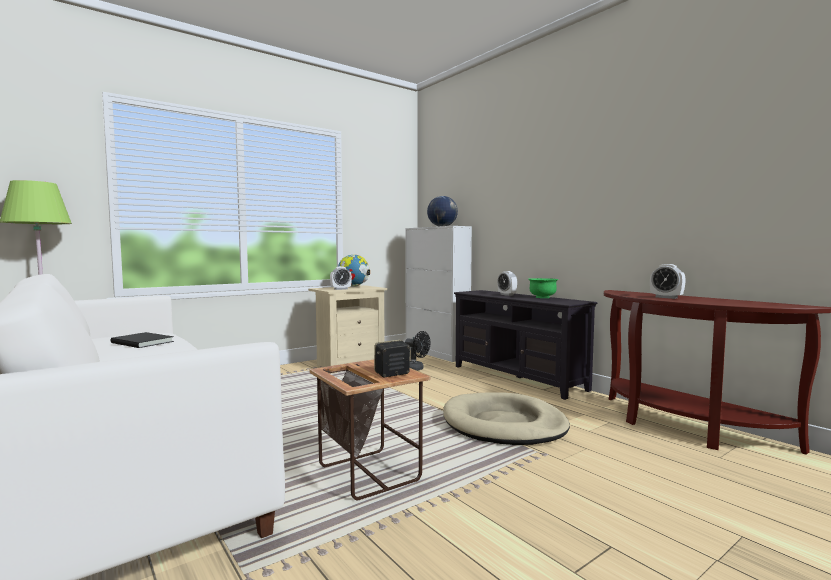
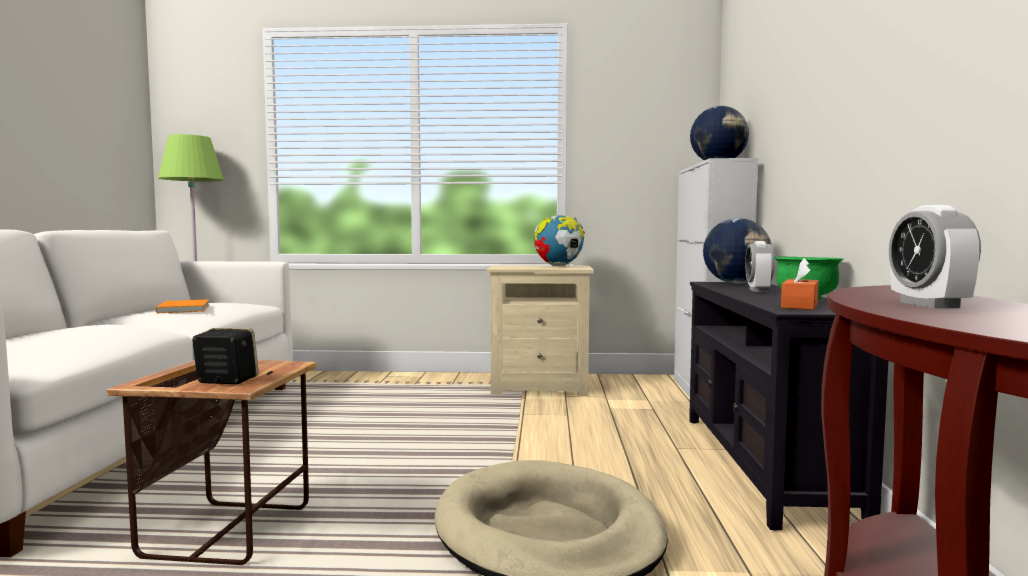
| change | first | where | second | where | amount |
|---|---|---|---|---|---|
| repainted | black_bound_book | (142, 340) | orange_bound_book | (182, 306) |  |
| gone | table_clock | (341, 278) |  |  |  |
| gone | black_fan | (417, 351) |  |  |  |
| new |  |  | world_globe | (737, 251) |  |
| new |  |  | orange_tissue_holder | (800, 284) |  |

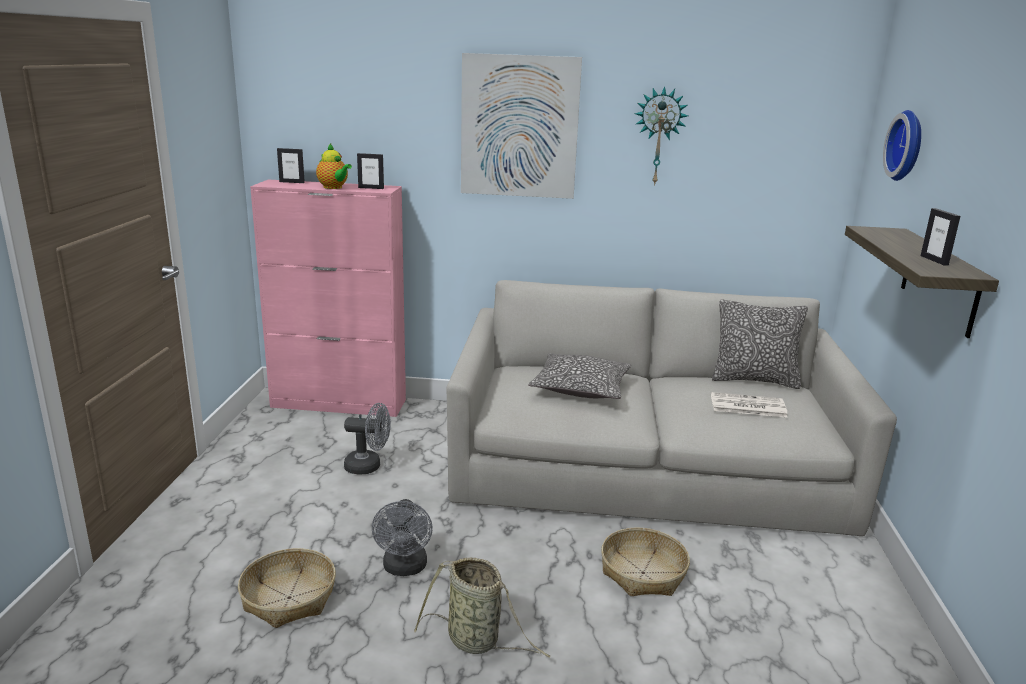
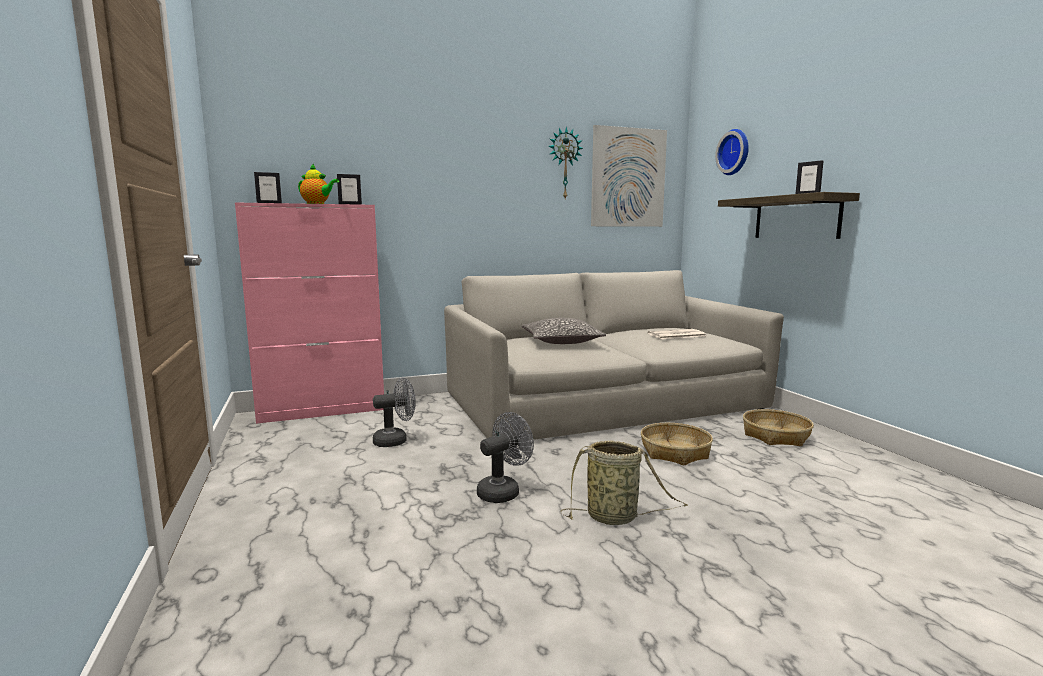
| change | first | where | second | where | amount |
|---|---|---|---|---|---|
| shifted | household_basket | (287, 588) |  | (778, 427) |  |
| rotated | greyish_fan | (402, 537) |  | (505, 457) | 105 degrees counterclockwise |
| shifted | wall_art | (521, 126) |  | (629, 176) |  |
| gone | pillow | (760, 344) |  |  |  |

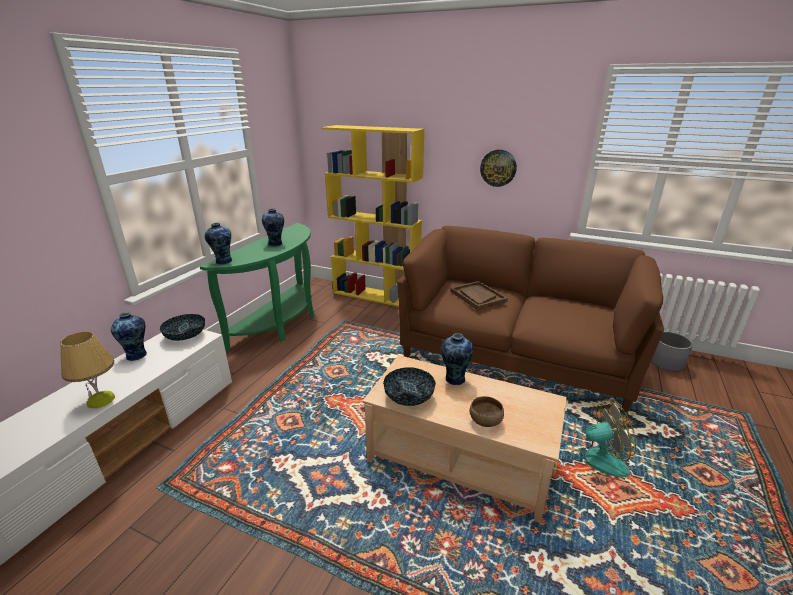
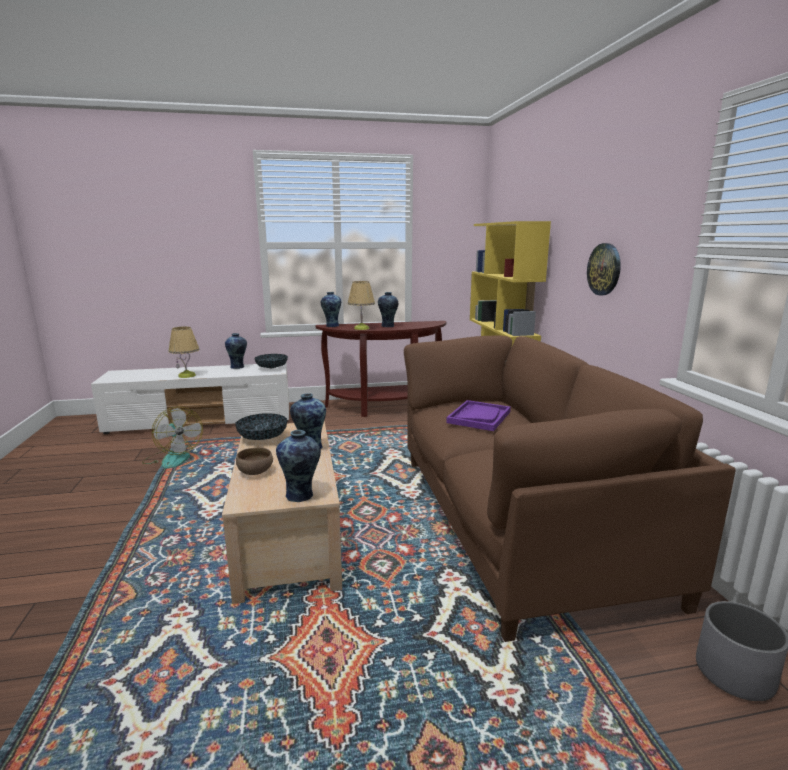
| change | first | where | second | where | amount |
|---|---|---|---|---|---|
| repainted | green_console_table | (257, 287) | brown-coloured_console_table | (381, 369) |  |
| repainted | brown-coloured_serving_tray | (479, 295) | purple-coloured_serving_tray | (478, 415) |  |
| shifted | fan | (600, 441) |  | (172, 438) |  |
| new |  |  | vase | (298, 466) |  |
| new |  |  | tabletop_lamp | (361, 305) |  |

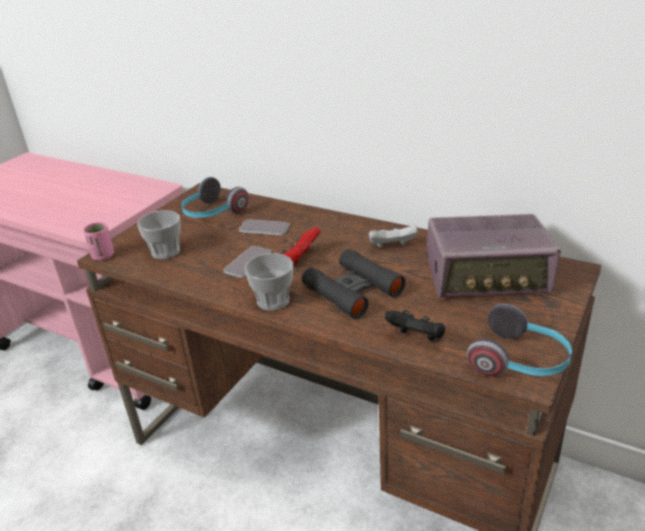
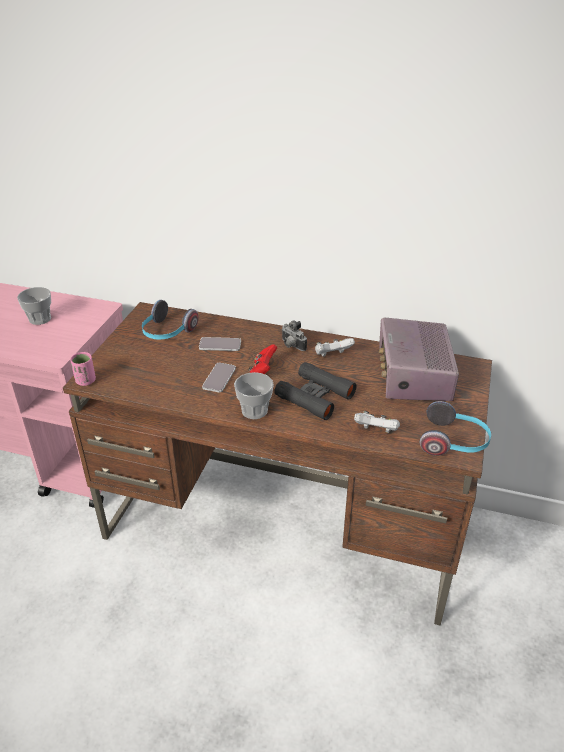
| change | first | where | second | where | amount |
|---|---|---|---|---|---|
| shifted | small_cup | (159, 234) |  | (34, 306) |  |
| repainted | black_joypad | (415, 325) | white_joypad | (377, 422) |  |
| rotated | radio | (493, 256) |  | (419, 359) | 105 degrees clockwise |
| new |  |  | still_camera | (294, 335) |  |

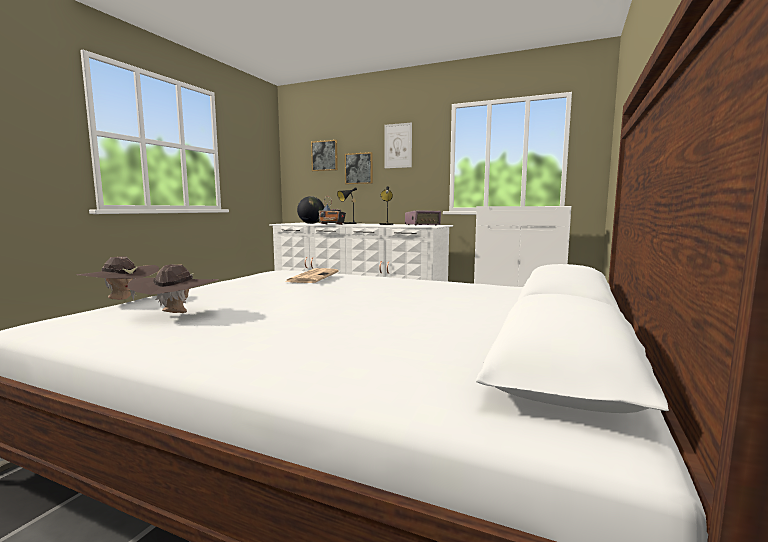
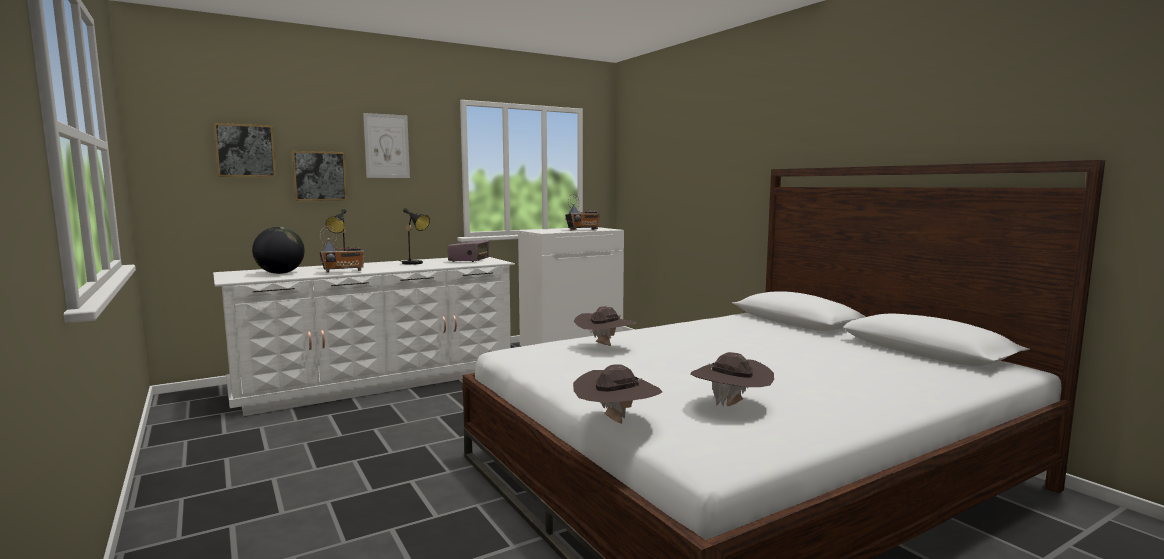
| change | first | where | second | where | amount |
|---|---|---|---|---|---|
| swapped | printed_paper | (311, 275) | brown-coloured_clothing_hat | (605, 326) |  |
| new |  |  | radio | (582, 212) |  |

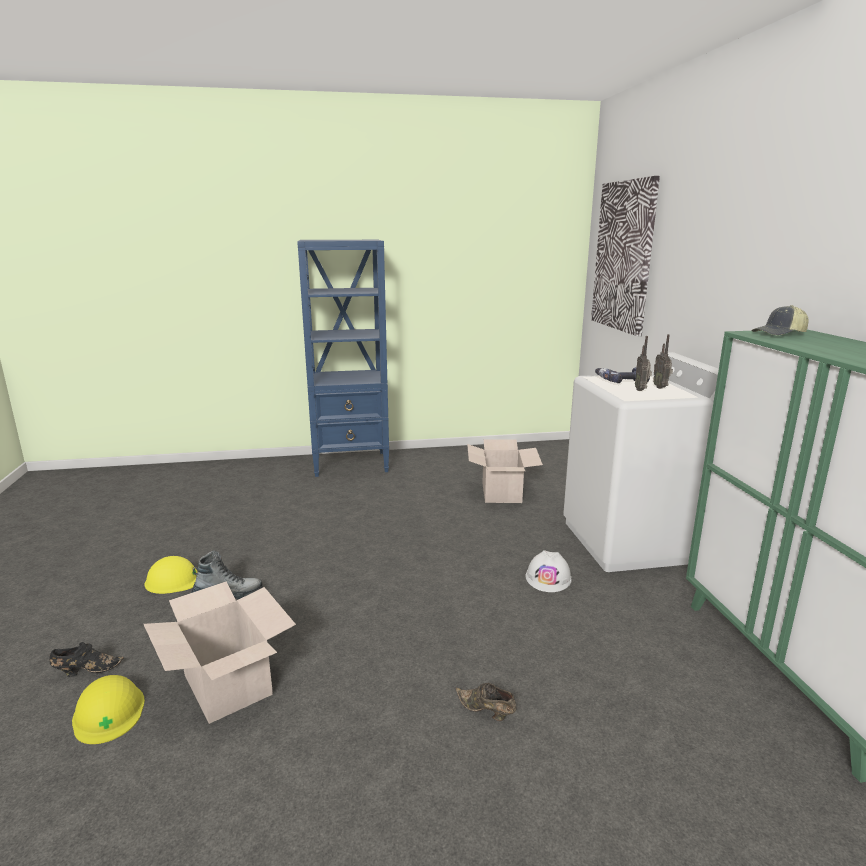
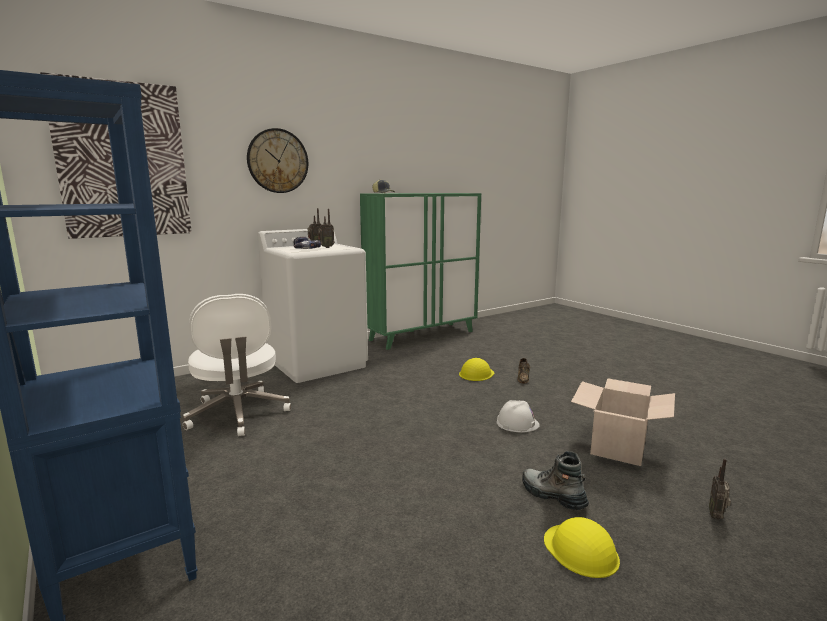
| change | first | where | second | where | amount |
|---|---|---|---|---|---|
| swapped | black_shoe | (86, 659) | radio | (720, 488) |  |
| shifted | yellow-coloured_work_helmet | (108, 709) |  | (476, 369) |  |
| swapped | cardboard_box | (505, 471) | white_desk_chair | (237, 365) |  |
| shifted | white_work_helmet | (549, 571) |  | (518, 416) |  |
| new |  |  | clock_on_the_wall | (277, 160) |  |

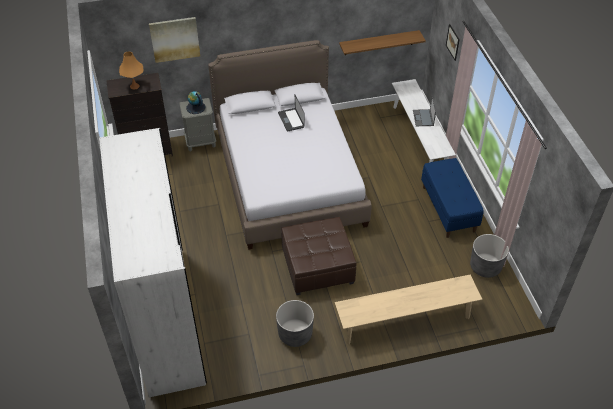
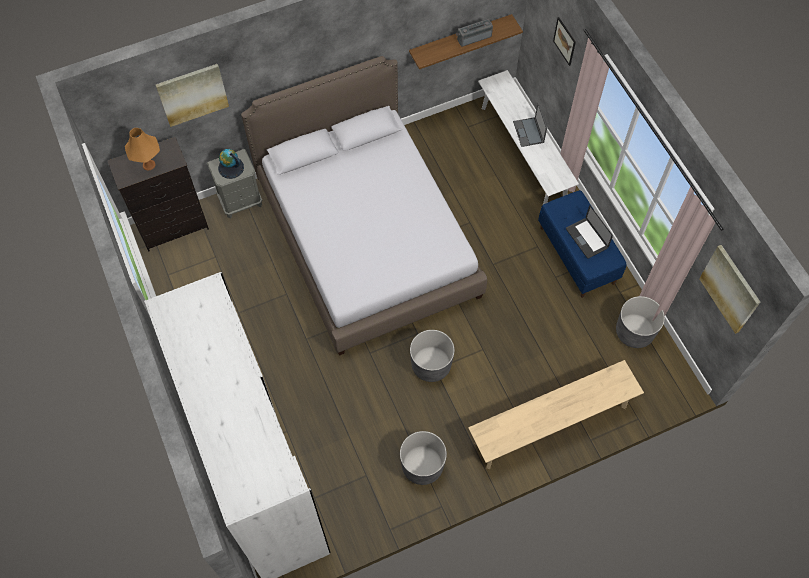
| change | first | where | second | where | amount |
|---|---|---|---|---|---|
| shifted | laptop | (291, 113) |  | (589, 232) |  |
| swapped | brown-coloured_pouffe | (319, 256) | greyish_flower_pot | (432, 356) |  |
| new |  |  | radio | (474, 33) |  |
| new |  |  | wall_art | (729, 289) |  |

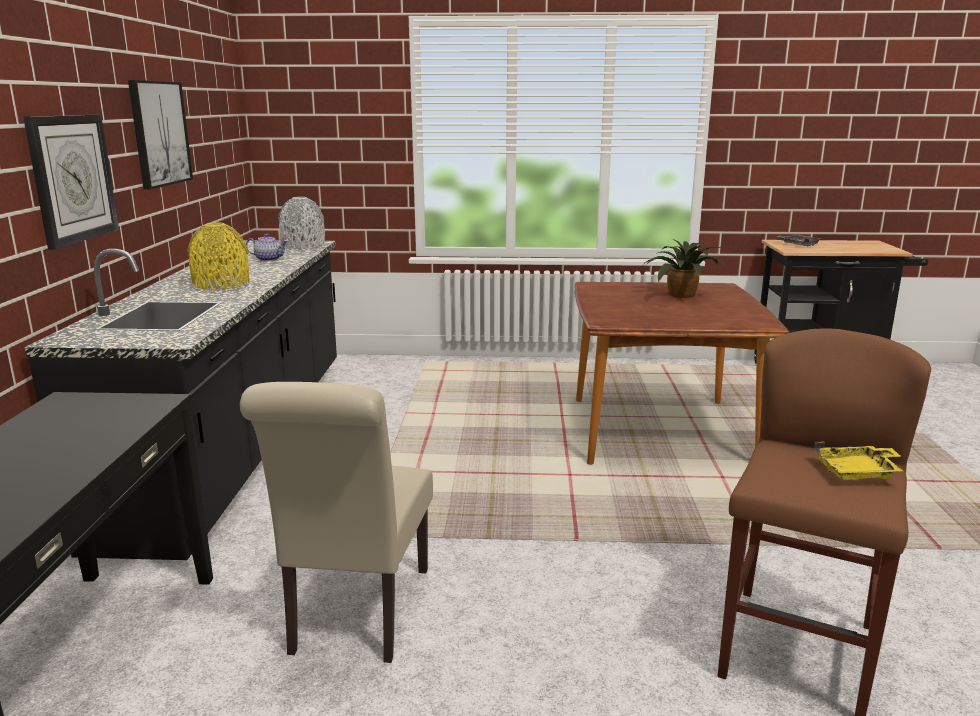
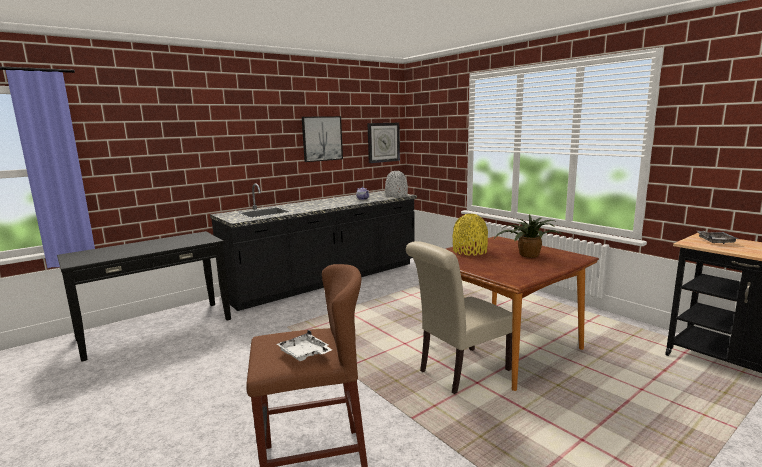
| change | first | where | second | where | amount |
|---|---|---|---|---|---|
| shifted | clock_on_the_wall | (71, 182) |  | (383, 143) |  |
| shifted | yellow-coloured_vase | (218, 256) |  | (470, 235) |  |
| shifted | sand-coloured_plain_chair | (336, 522) |  | (459, 317) |  |
| repainted | yellow-coloured_serving_tray | (858, 461) | white_serving_tray | (304, 345) |  |

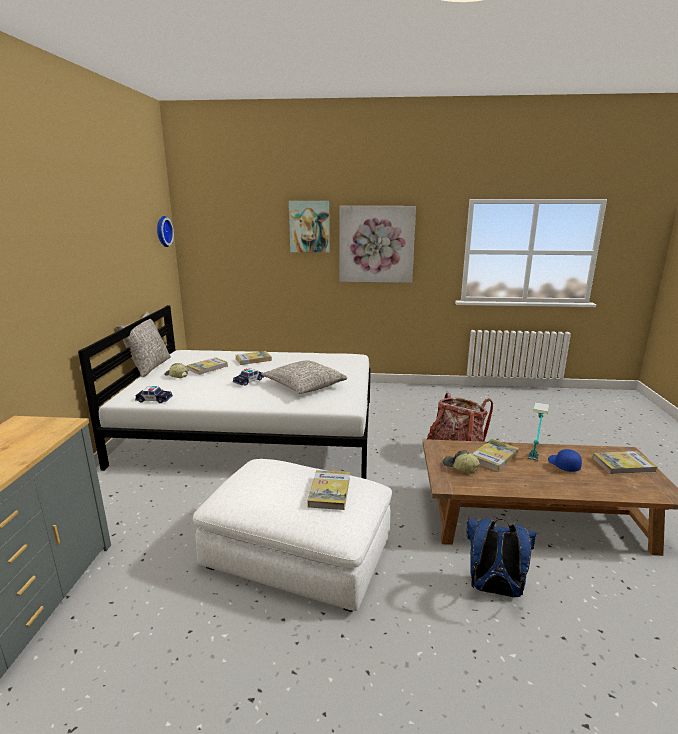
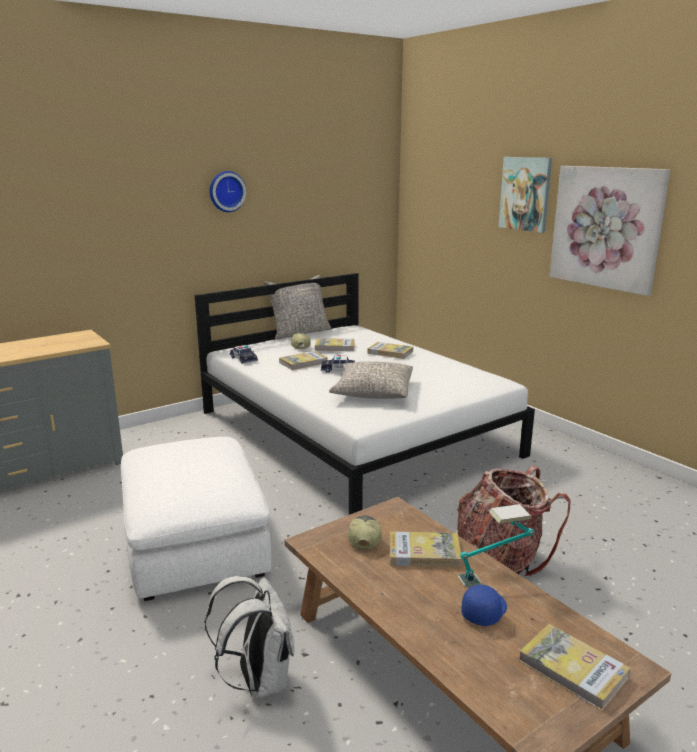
| change | first | where | second | where | amount |
|---|---|---|---|---|---|
| shifted | clock_on_the_wall | (165, 231) |  | (228, 191) |  |
| shifted | bound_book | (328, 490) |  | (303, 360) |  |
| repainted | bluish_knapsack | (501, 558) | white_knapsack | (250, 637) |  |

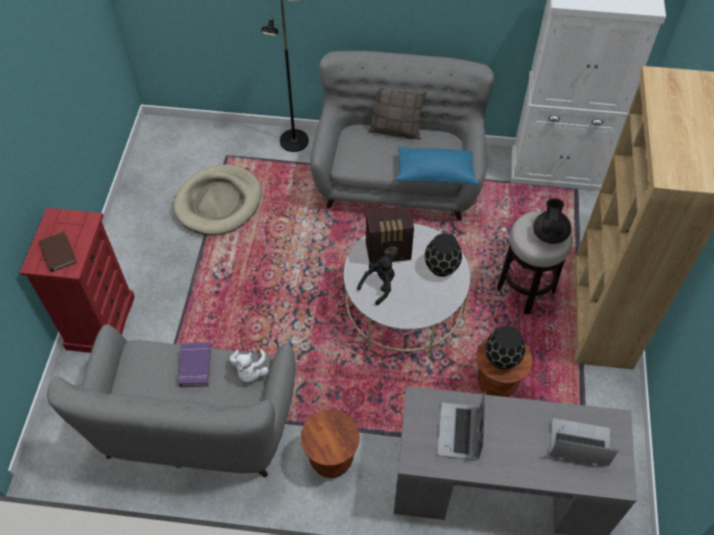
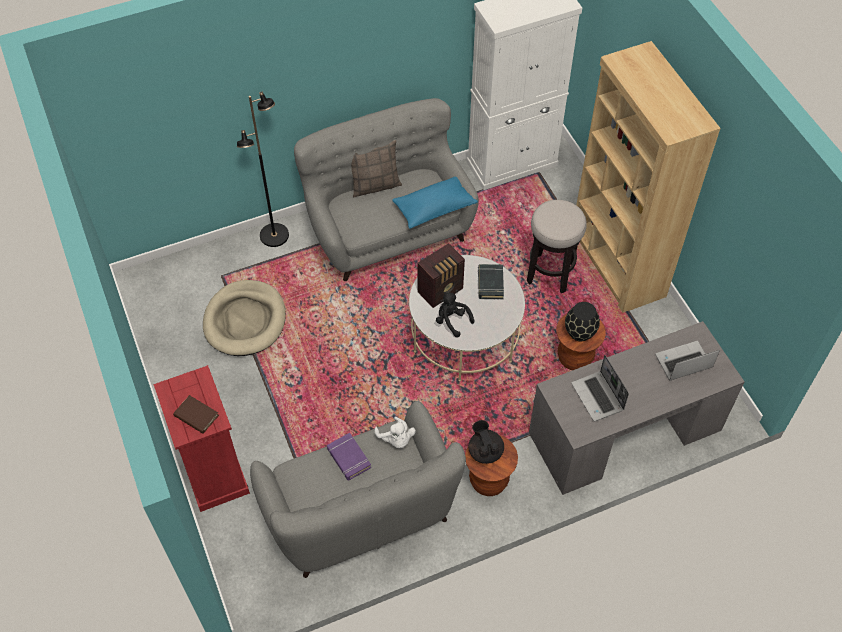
| change | first | where | second | where | amount |
|---|---|---|---|---|---|
| rotated | black_soft_toy | (376, 280) |  | (455, 314) | 60 degrees counterclockwise |
| swapped | black_vase | (443, 255) | black_bound_book | (491, 281) |  |
| shifted | black_tea_pot | (552, 221) |  | (486, 442) |  |

